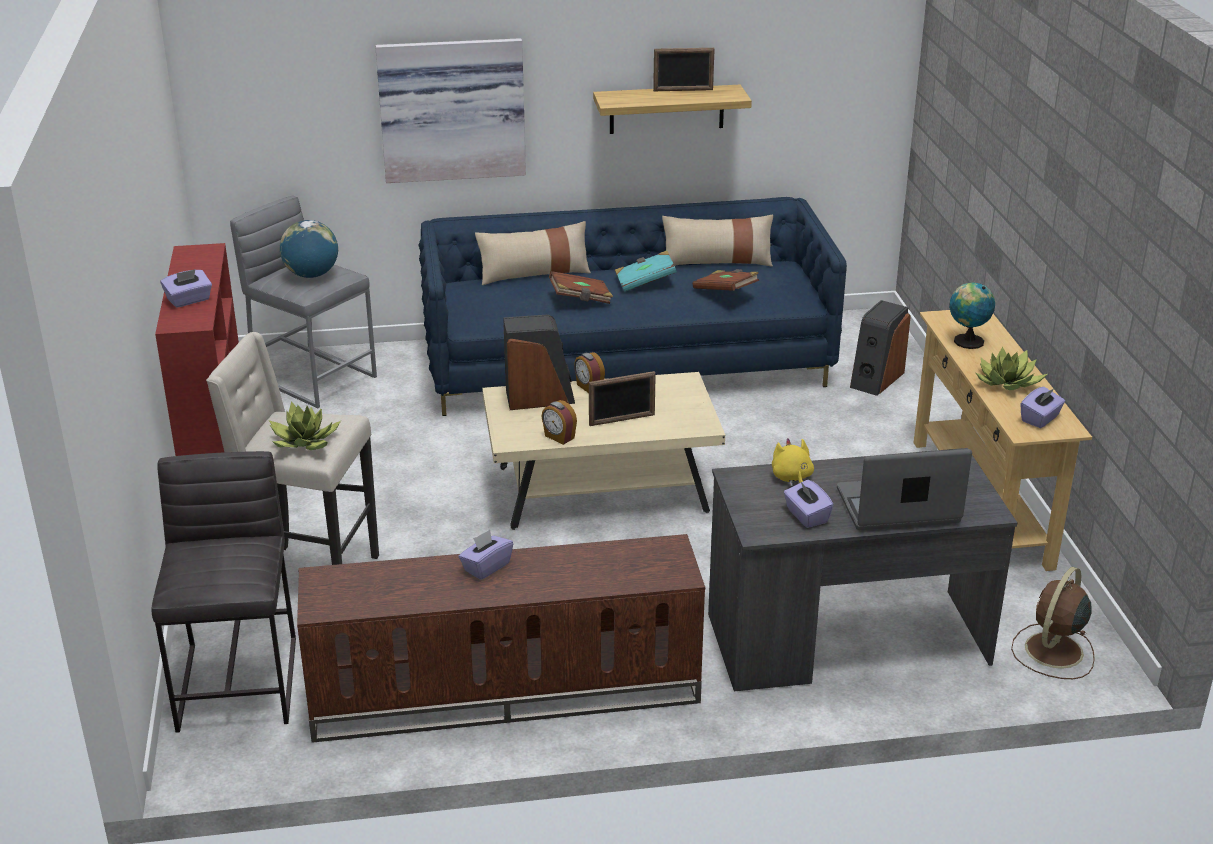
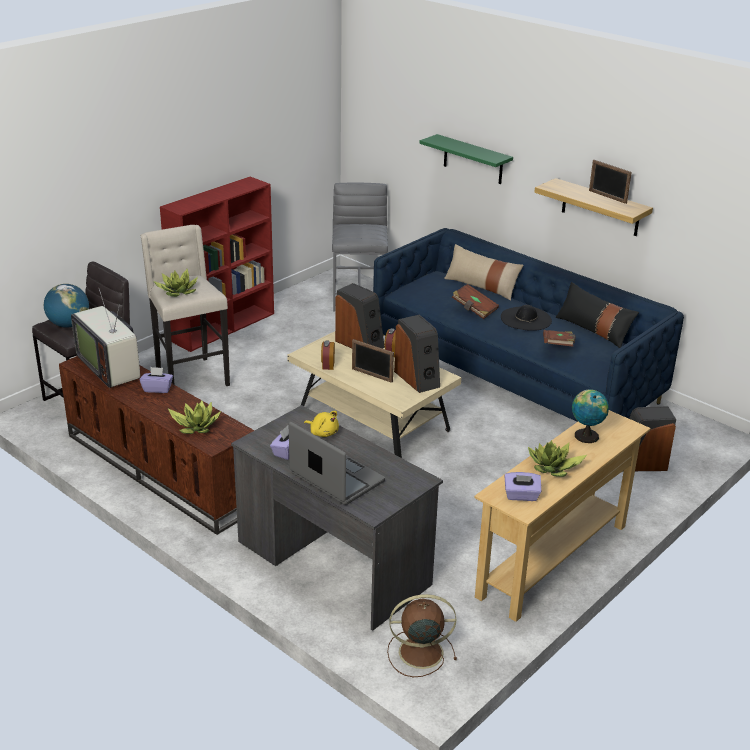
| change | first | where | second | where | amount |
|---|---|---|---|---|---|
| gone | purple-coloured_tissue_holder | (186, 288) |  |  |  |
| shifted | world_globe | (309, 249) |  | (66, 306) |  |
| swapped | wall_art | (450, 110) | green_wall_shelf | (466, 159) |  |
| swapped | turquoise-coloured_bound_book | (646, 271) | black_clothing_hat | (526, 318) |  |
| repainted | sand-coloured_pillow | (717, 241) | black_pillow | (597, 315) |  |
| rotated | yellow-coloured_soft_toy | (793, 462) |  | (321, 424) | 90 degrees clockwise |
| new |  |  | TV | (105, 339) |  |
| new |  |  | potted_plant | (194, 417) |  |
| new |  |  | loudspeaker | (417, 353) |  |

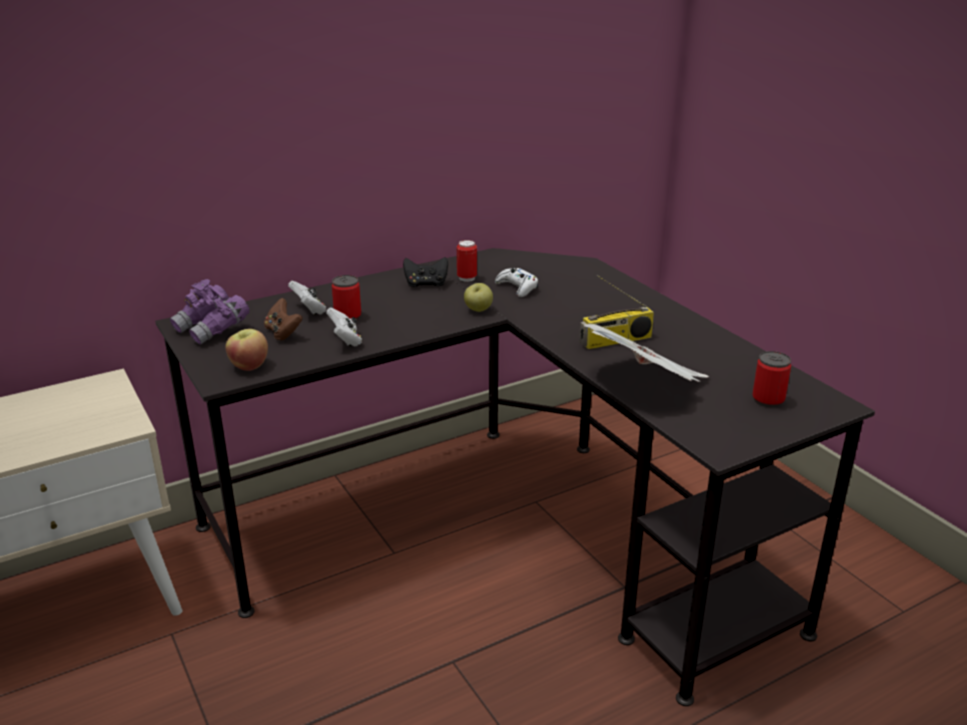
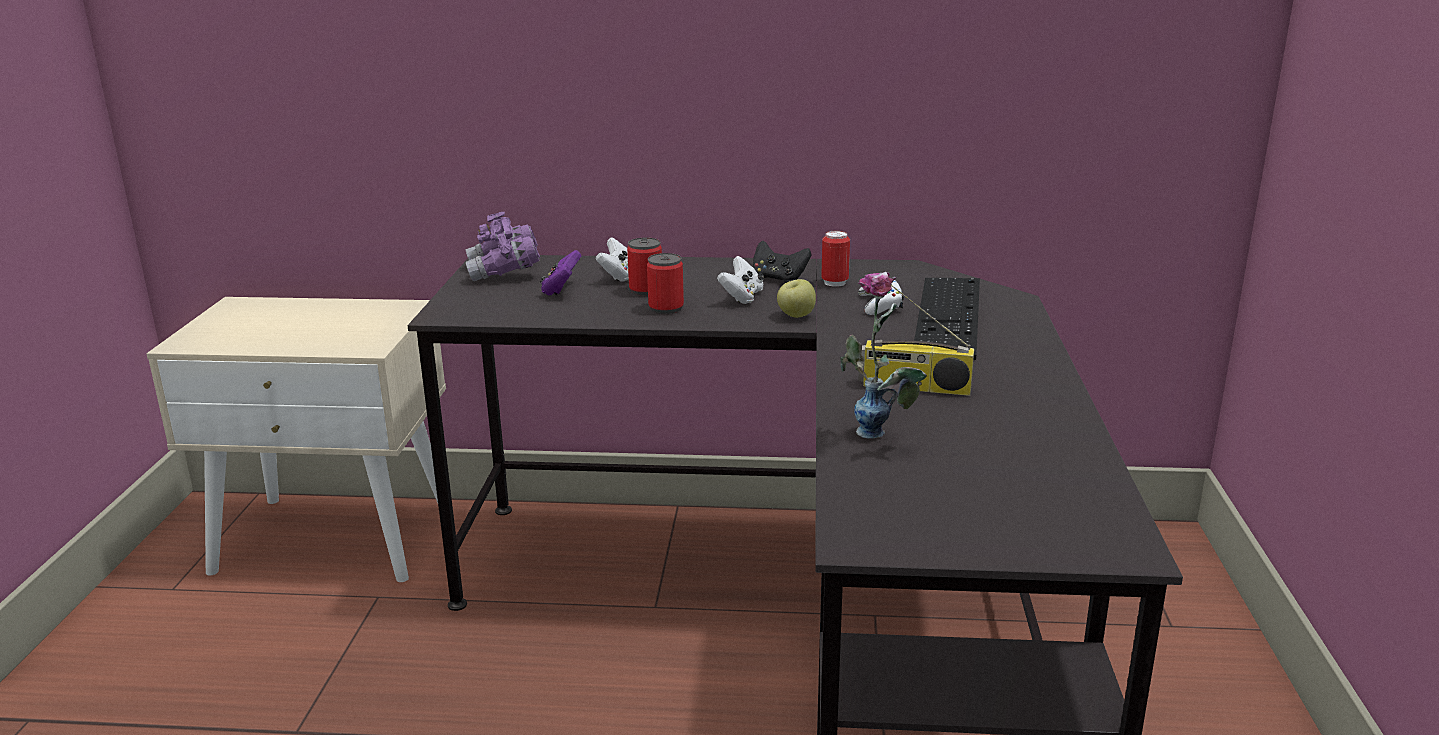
| change | first | where | second | where | amount |
|---|---|---|---|---|---|
| gone | apple | (246, 350) |  |  |  |
| repainted | brown-coloured_joypad | (283, 319) | purple-coloured_joypad | (560, 272) |  |
| shifted | white_joypad | (344, 327) |  | (740, 280) |  |
| swapped | printed_paper | (646, 353) | vase | (883, 355) |  |
| shifted | metal_can | (772, 379) |  | (665, 283) |  |
| new |  |  | computer_keyboard | (947, 319) |  |

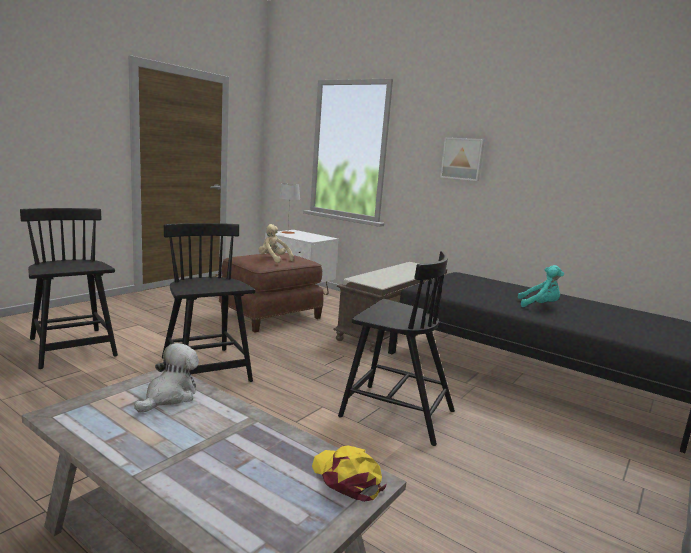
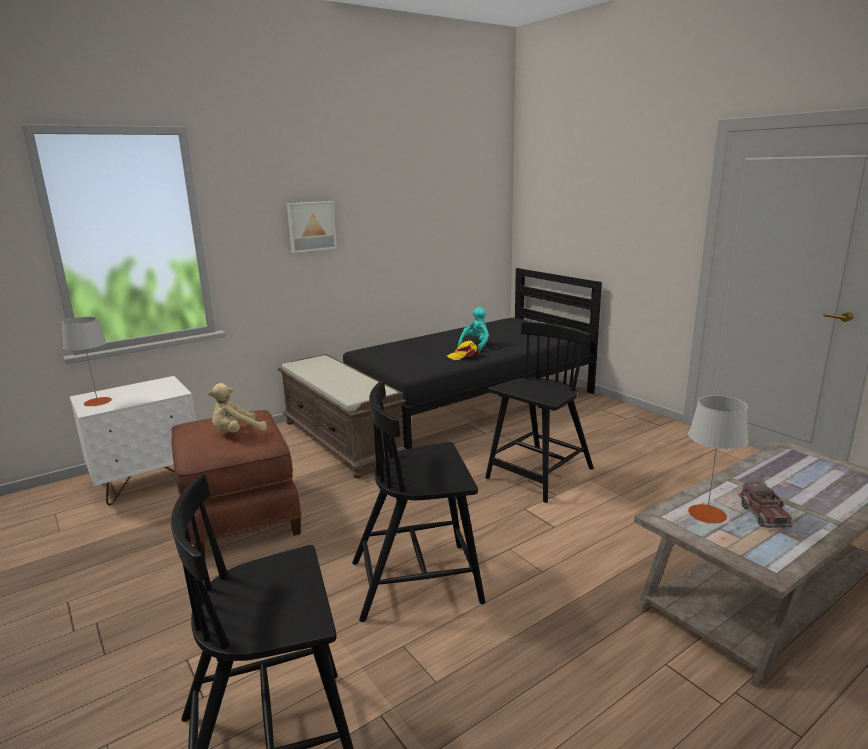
| change | first | where | second | where | amount |
|---|---|---|---|---|---|
| swapped | soft_toy | (166, 377) | greyish_tabletop_lamp | (718, 460) |  |
| shifted | yellow-coloured_cap | (349, 473) |  | (463, 350) |  |
| new |  |  | toy_lorry | (765, 505) |  |

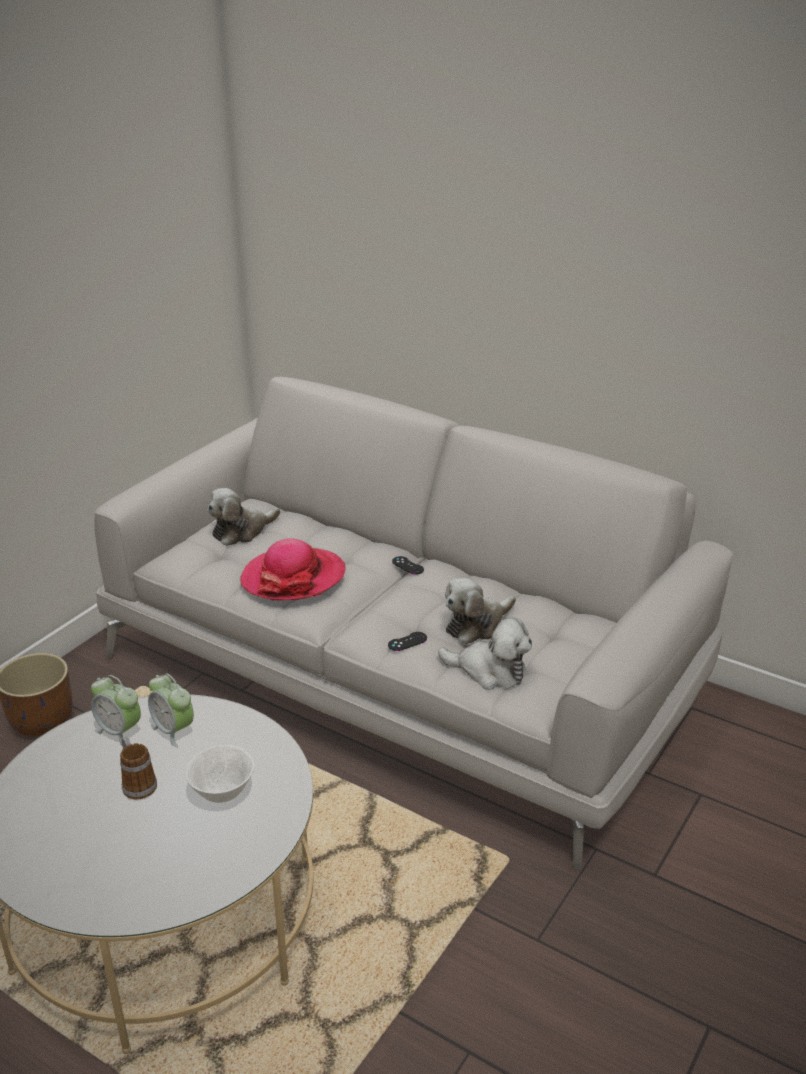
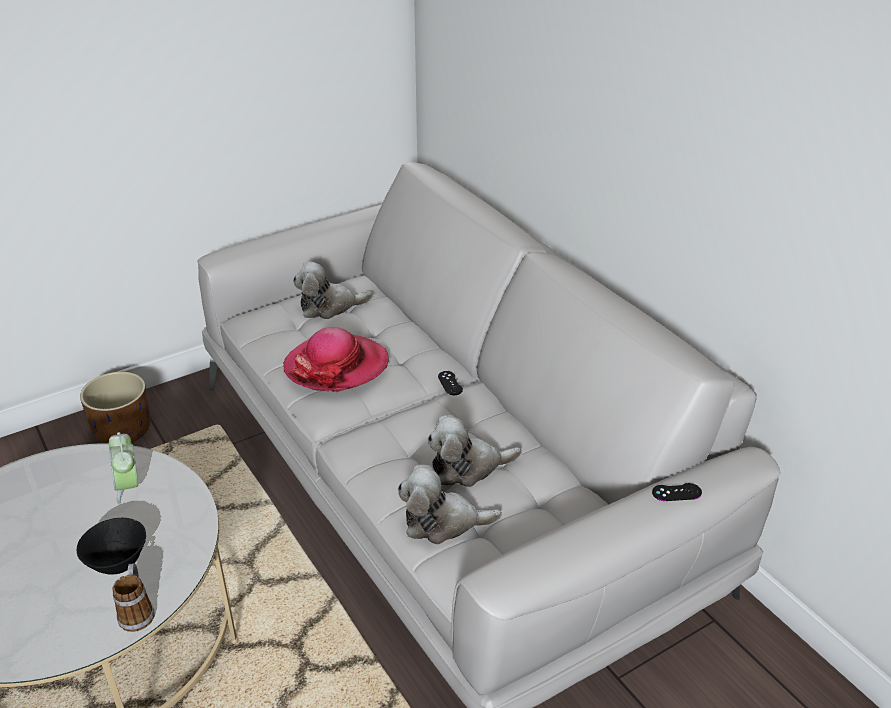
| change | first | where | second | where | amount |
|---|---|---|---|---|---|
| gone | table_clock | (116, 710) |  |  |  |
| shifted | coffee_mug | (138, 767) |  | (133, 597) |  |
| repainted | white_serving_bowl | (220, 774) | black_serving_bowl | (111, 546) |  |
| shifted | black_joypad | (407, 641) |  | (677, 492) |  |
| rotated | soft_toy | (485, 654) |  | (450, 505) | 135 degrees clockwise |

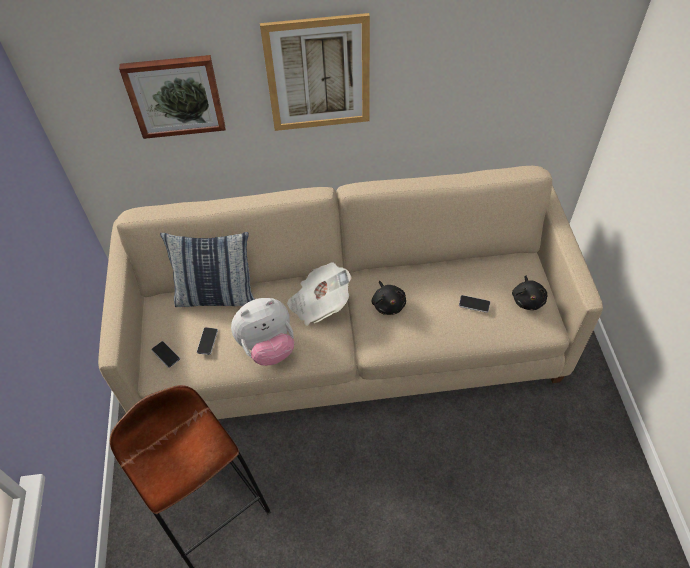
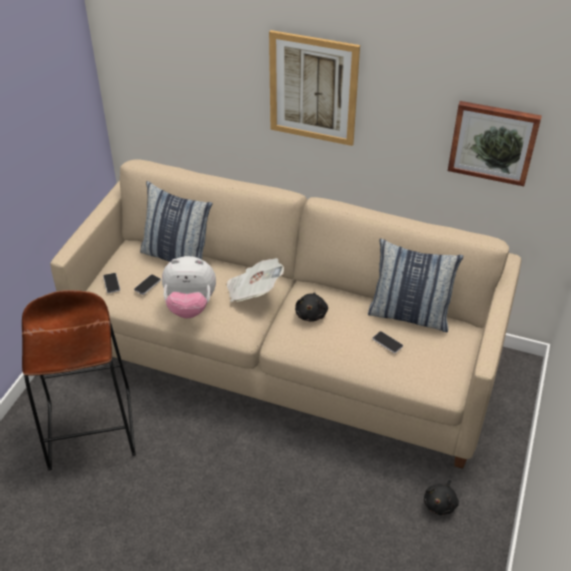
| change | first | where | second | where | amount |
|---|---|---|---|---|---|
| shifted | wall_art | (172, 97) |  | (495, 143) |  |
| shifted | black_soft_toy | (530, 292) |  | (441, 497) |  |
| new |  |  | pillow | (416, 285) |  |

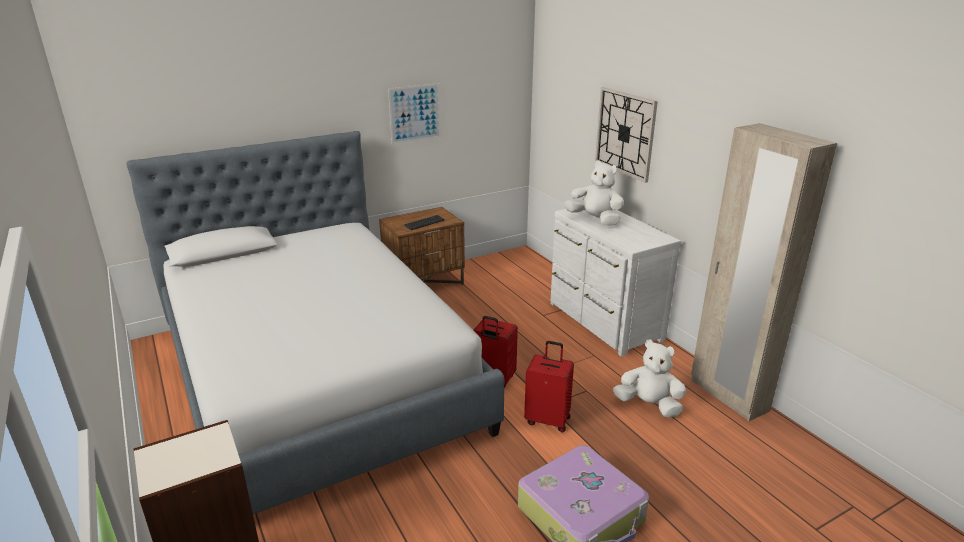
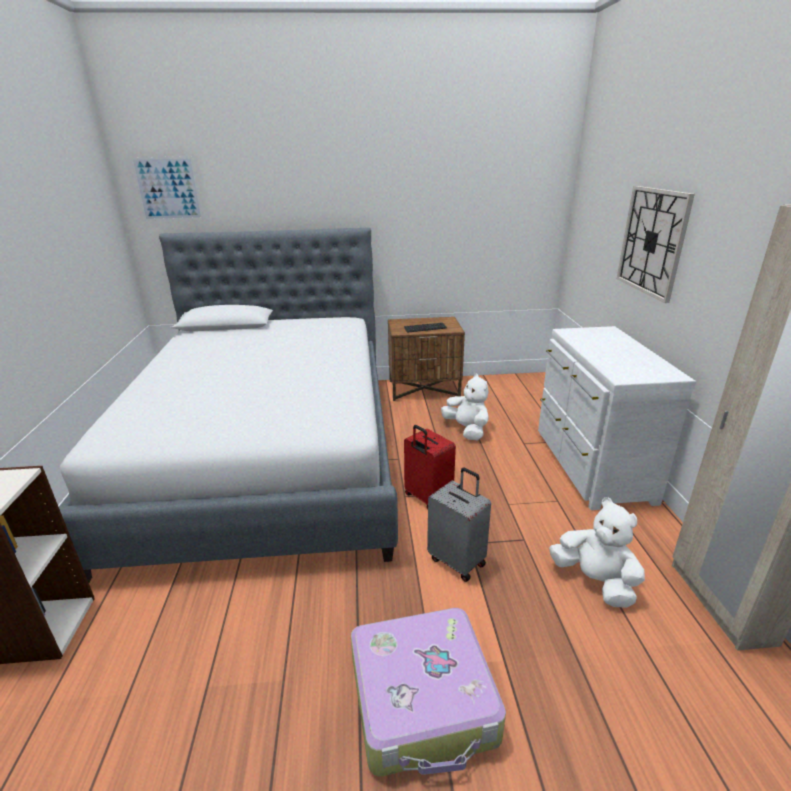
| change | first | where | second | where | amount |
|---|---|---|---|---|---|
| shifted | wall_art | (414, 113) |  | (167, 188) |  |
| repainted | red_piece_of_luggage | (549, 386) | greyish_piece_of_luggage | (459, 525) |  |
| shifted | white_soft_toy | (594, 193) |  | (465, 406) |  |

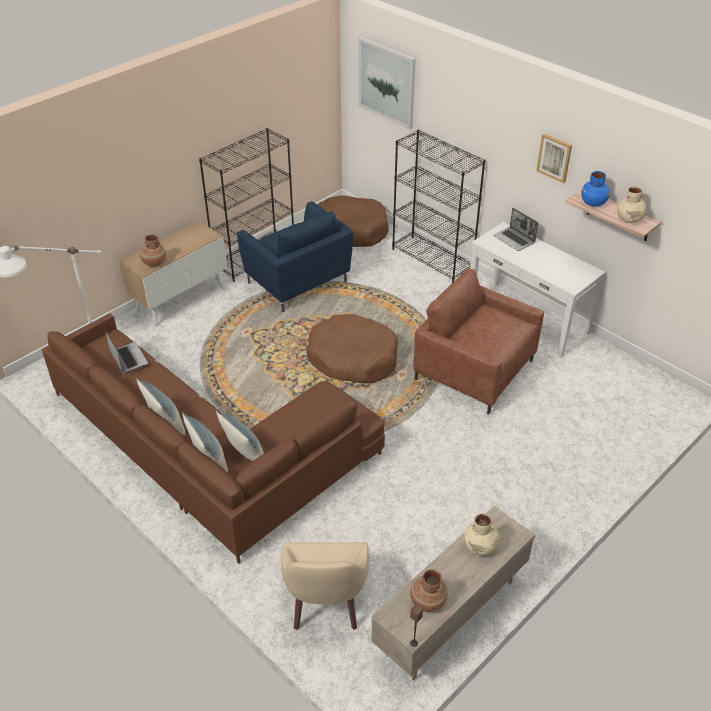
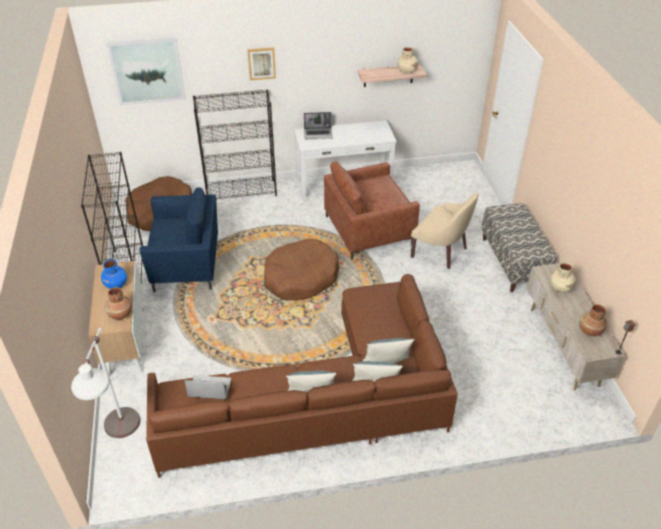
| change | first | where | second | where | amount |
|---|---|---|---|---|---|
| shifted | sand-coloured_easy_chair | (325, 586) |  | (444, 231) |  |
| shifted | wall_art | (554, 158) |  | (261, 63) |  |
| shifted | bluish_vase | (595, 189) |  | (114, 274) |  |
| new |  |  | long_seat | (519, 247) |  |

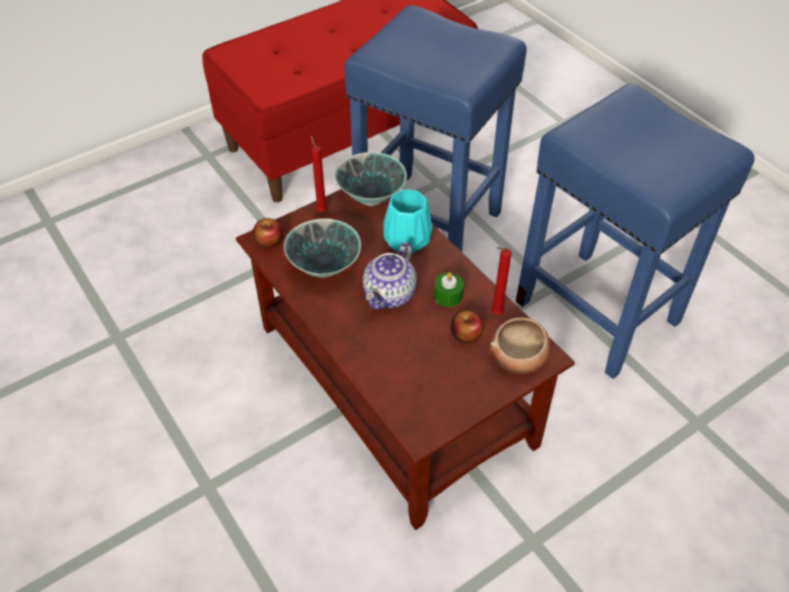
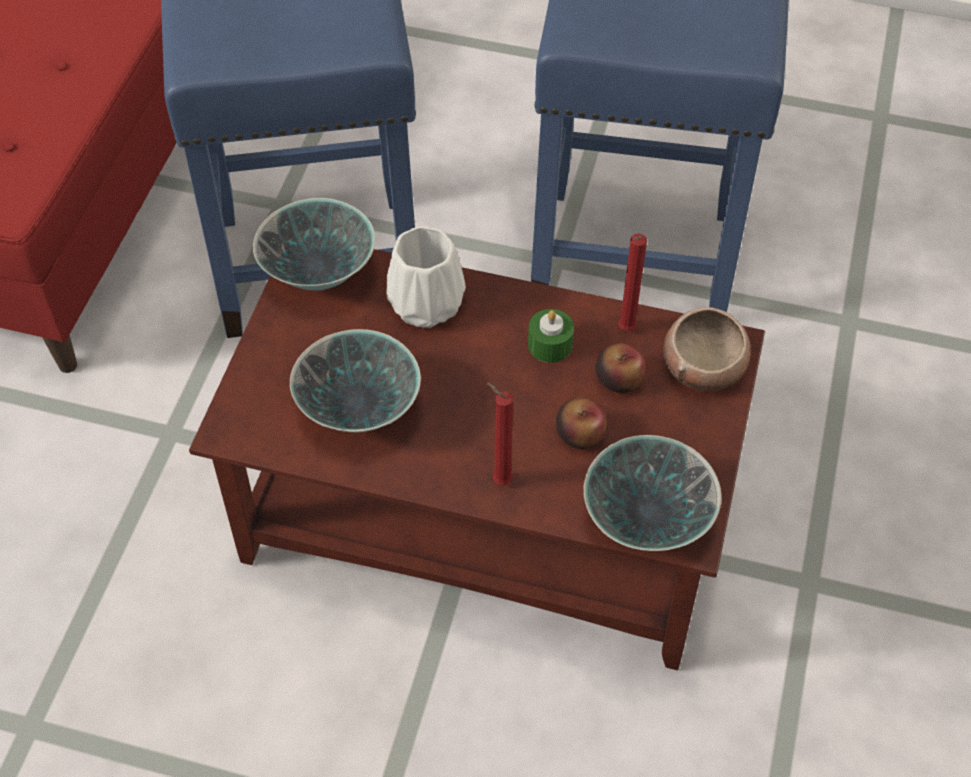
| change | first | where | second | where | amount |
|---|---|---|---|---|---|
| shifted | apple | (268, 233) |  | (581, 423) |  |
| shifted | red_candle | (319, 174) |  | (500, 434) |  |
| gone | tea_pot | (390, 276) |  |  |  |
| repainted | turquoise-coloured_vase | (408, 221) | white_vase | (426, 277) |  |
| new |  |  | serving_bowl | (653, 493) |  |

